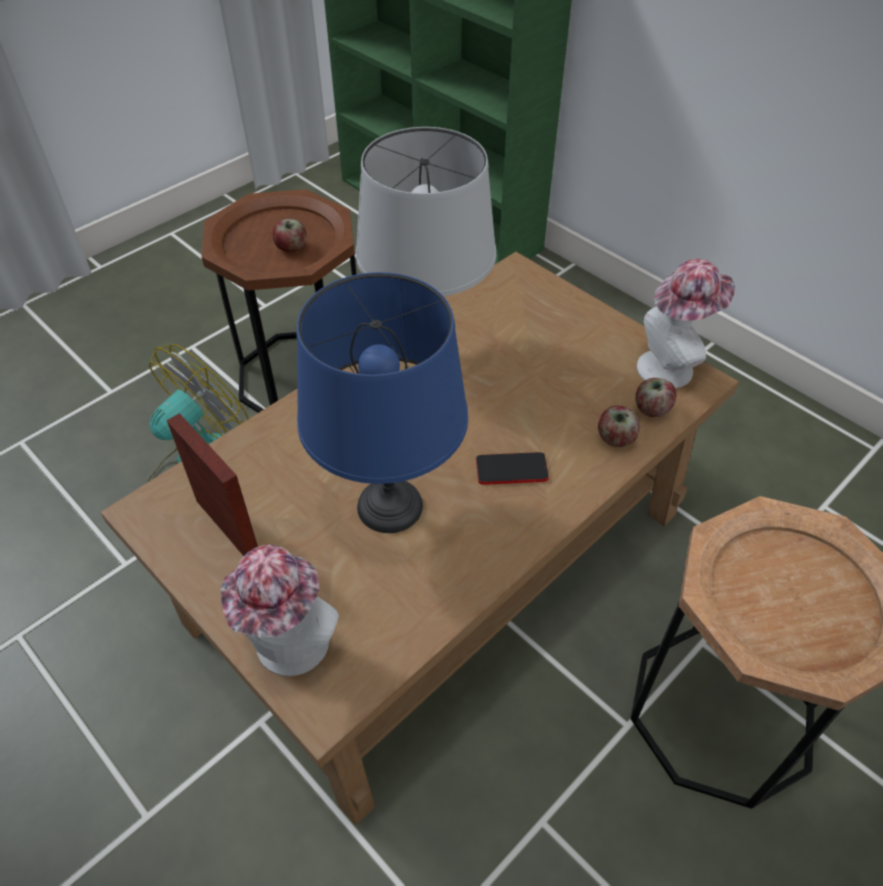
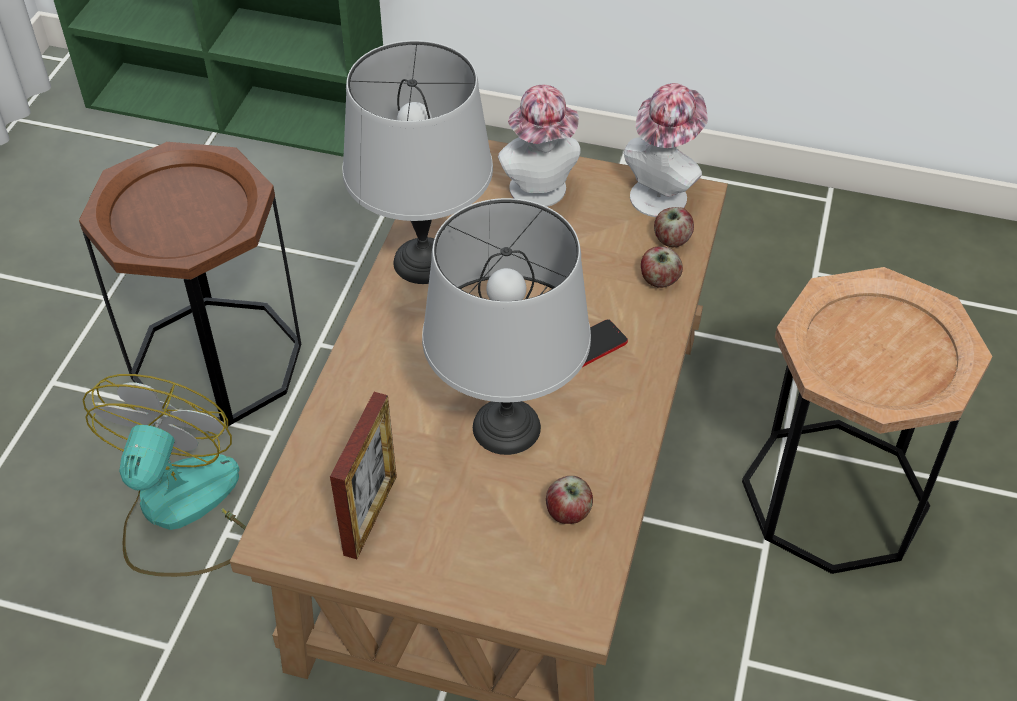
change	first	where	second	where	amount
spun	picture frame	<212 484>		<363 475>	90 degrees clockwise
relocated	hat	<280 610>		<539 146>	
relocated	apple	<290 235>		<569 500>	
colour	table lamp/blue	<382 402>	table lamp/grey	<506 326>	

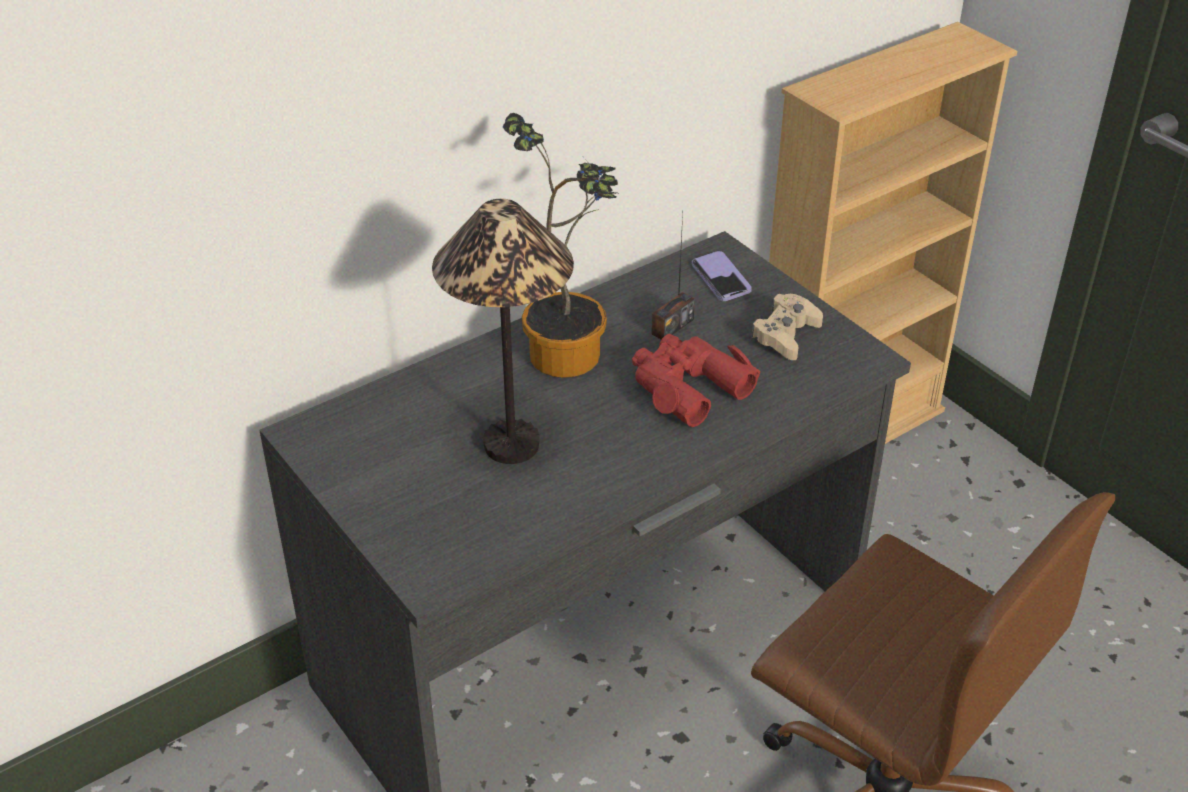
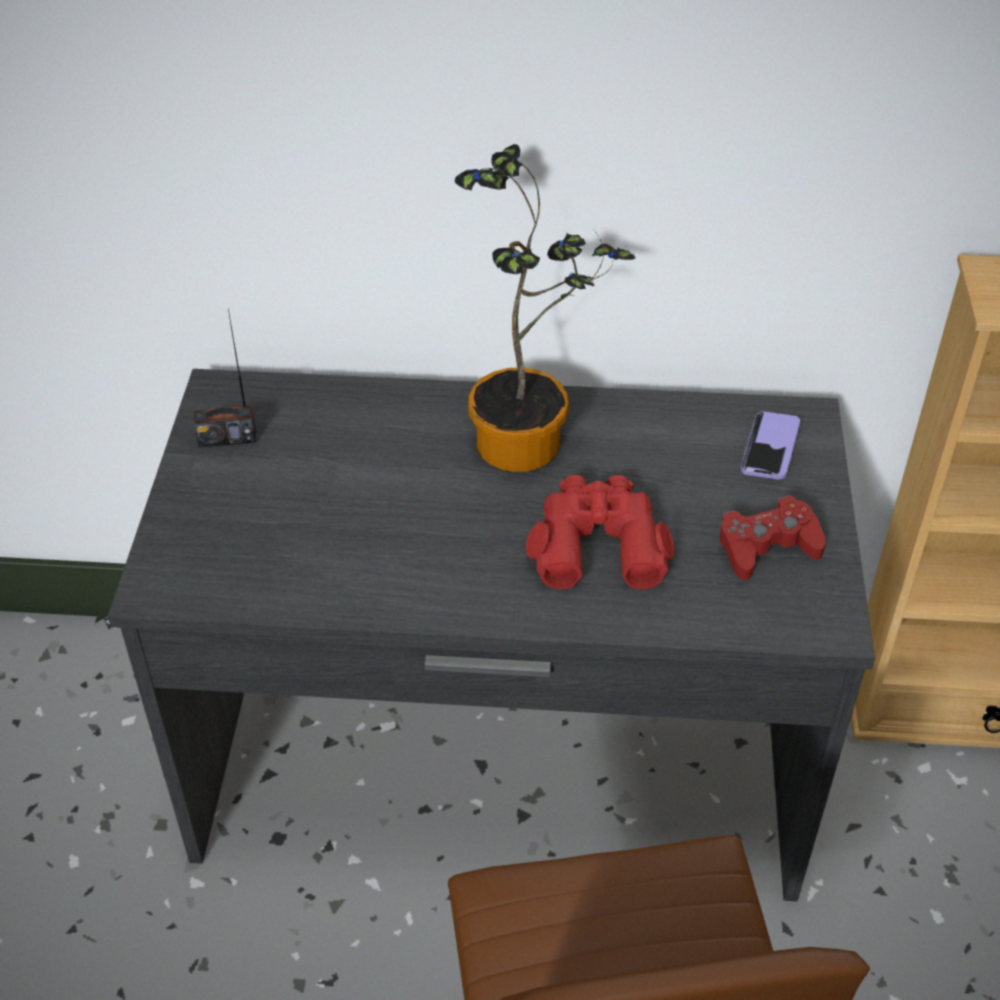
change	first	where	second	where	amount
missing	table lamp	<503 331>			
relocated	radio	<673 276>		<225 378>	
colour	game controller/beige	<787 327>	game controller/red	<773 537>	

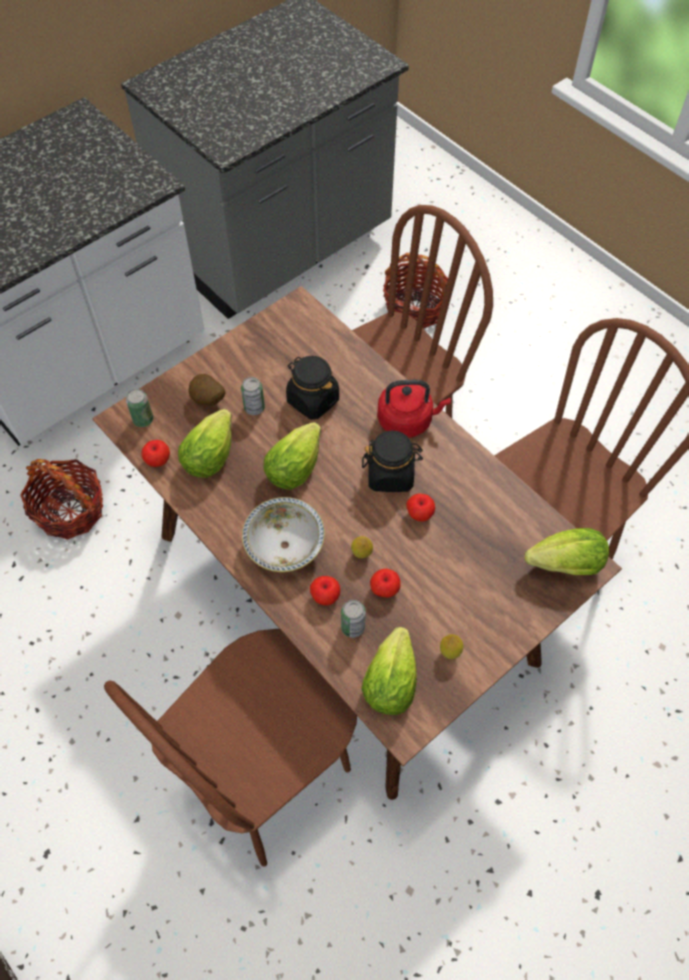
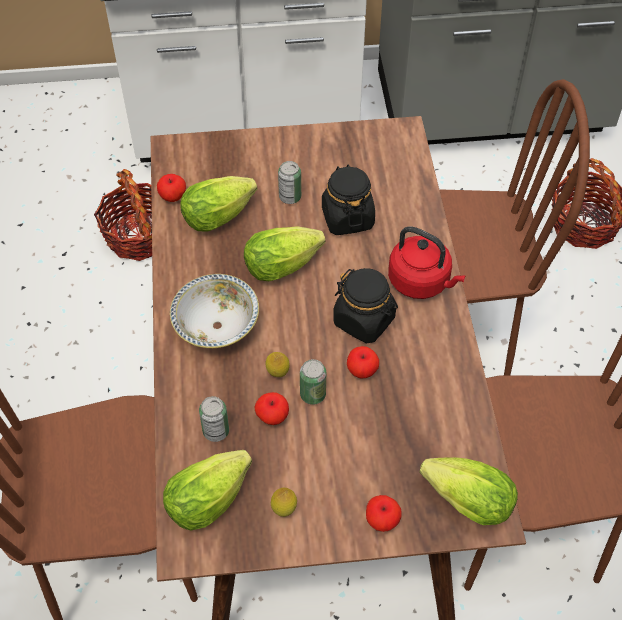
change	first	where	second	where	amount
relocated	can	<139 408>		<313 382>	
missing	potato	<206 390>			
relocated	apple	<325 590>		<383 513>	

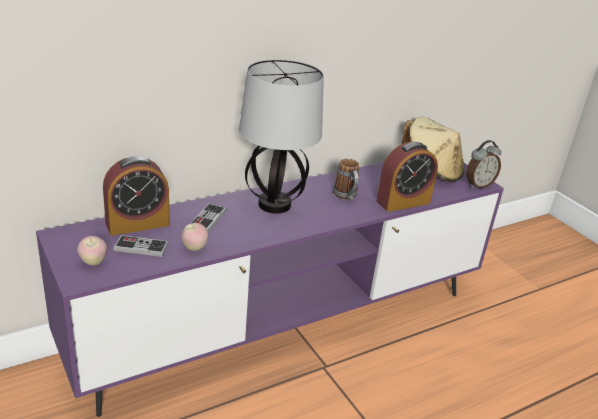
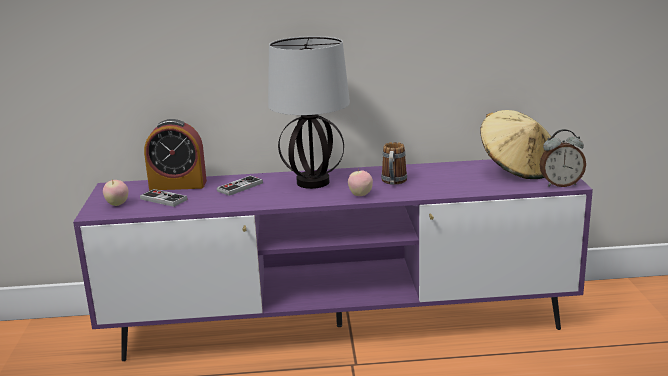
change	first	where	second	where	amount
relocated	apple	<194 236>		<360 182>	
missing	alarm clock	<407 177>			

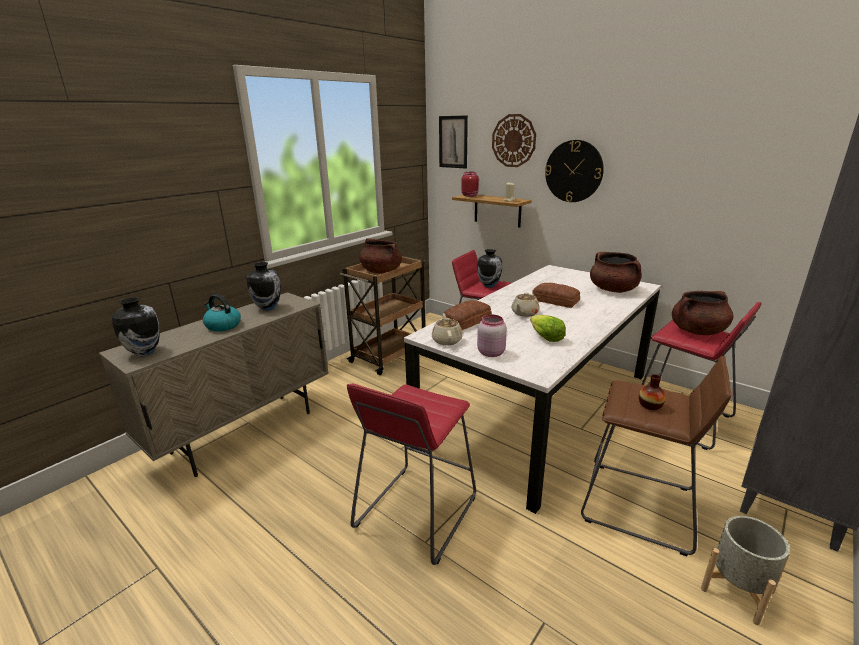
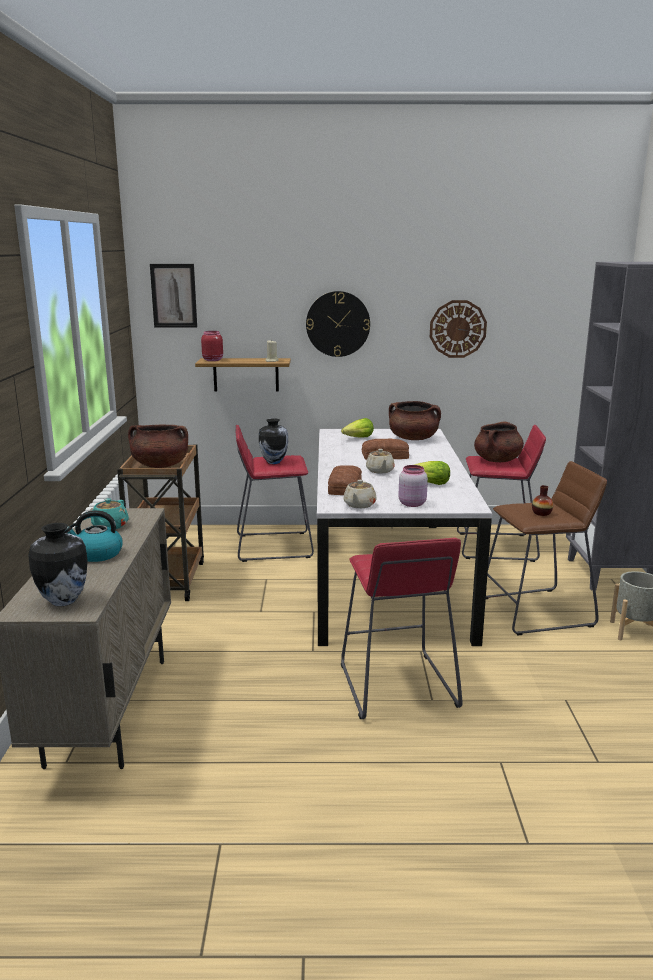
change	first	where	second	where	amount
exchanged	vase	<263 286>	teapot/turquoise	<110 513>	
spun	teapot/beige	<447 329>		<359 494>	120 degrees counterclockwise
relocated	wall clock	<514 140>		<458 329>	
appeared			lettuce	<357 427>	

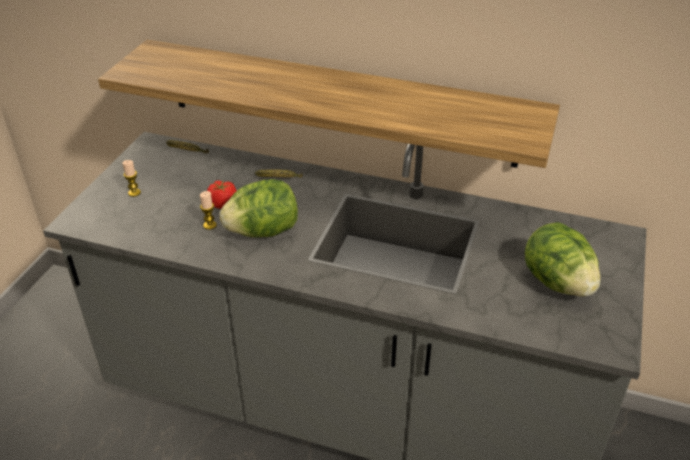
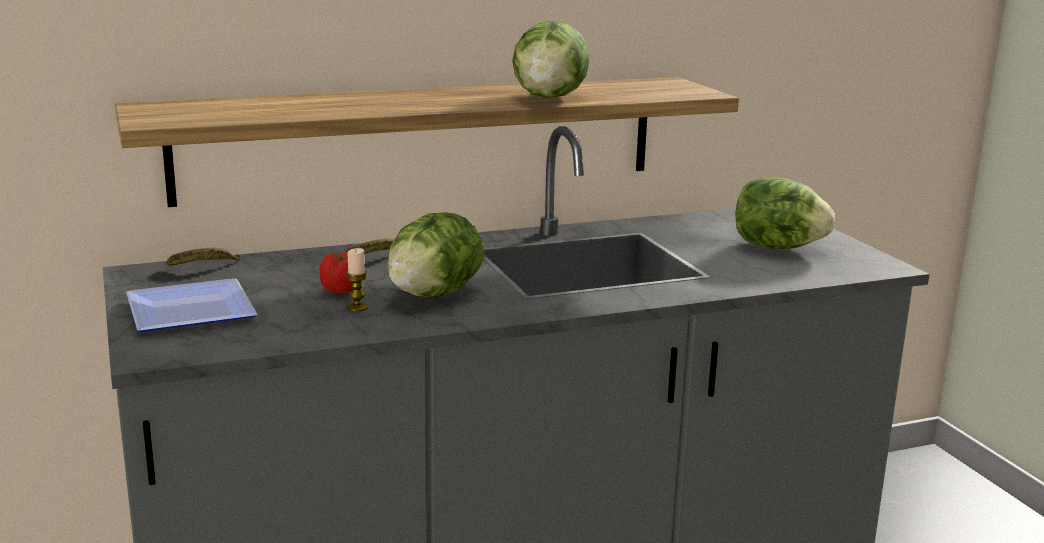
change	first	where	second	where	amount
exchanged	candle	<131 178>	plate	<191 305>	
appeared			lettuce	<551 59>	

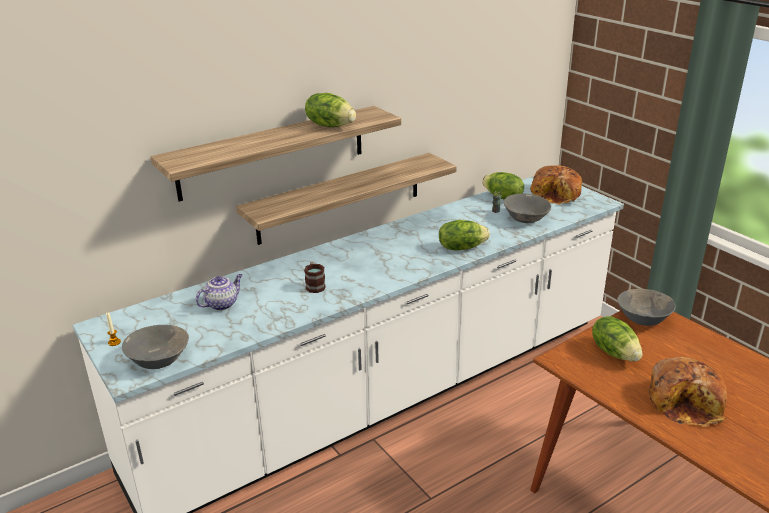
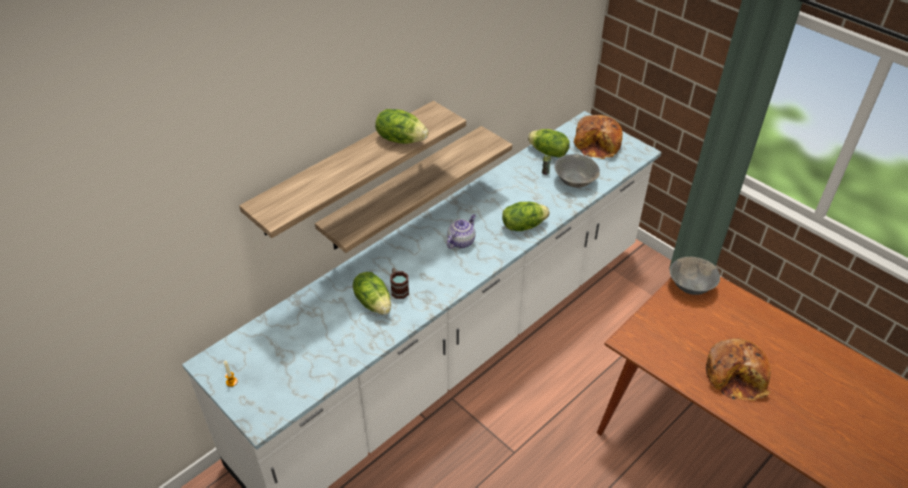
change	first	where	second	where	amount
missing	bowl/grey	<155 347>			
relocated	teapot	<219 292>		<461 231>	
relocated	lettuce	<617 338>		<372 293>	

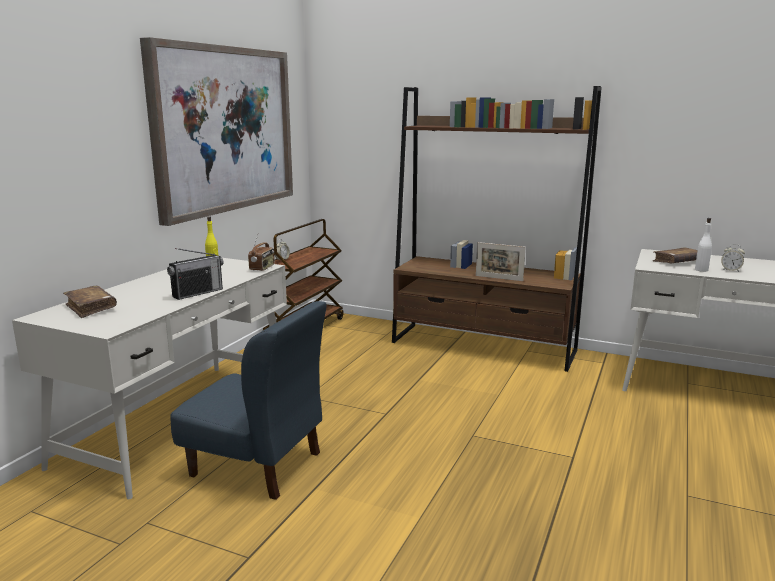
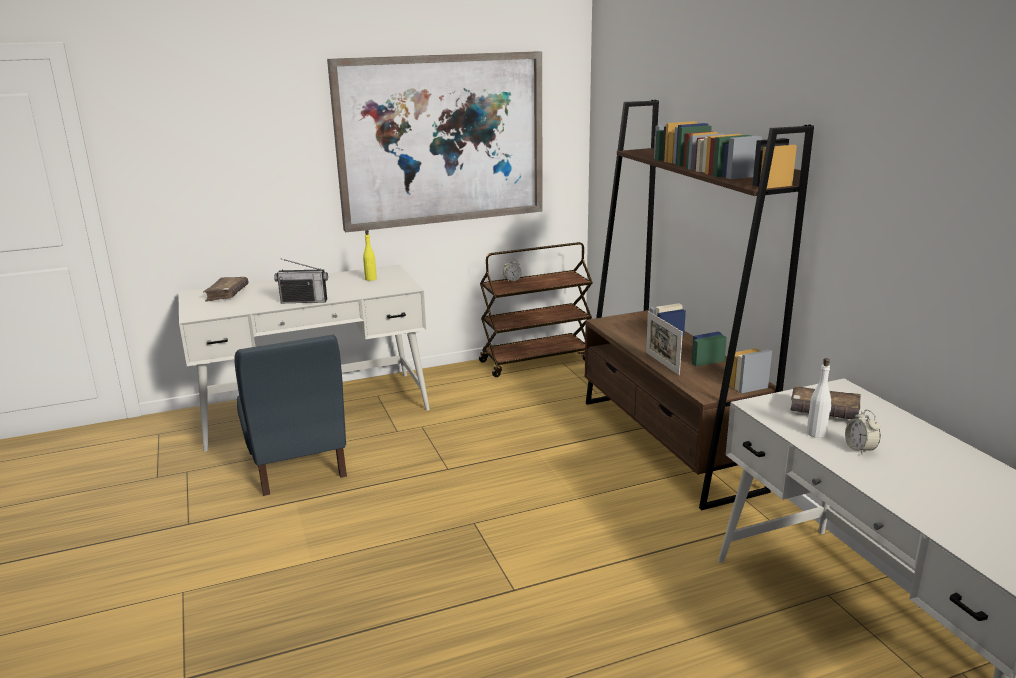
change	first	where	second	where	amount
missing	radio	<261 253>			

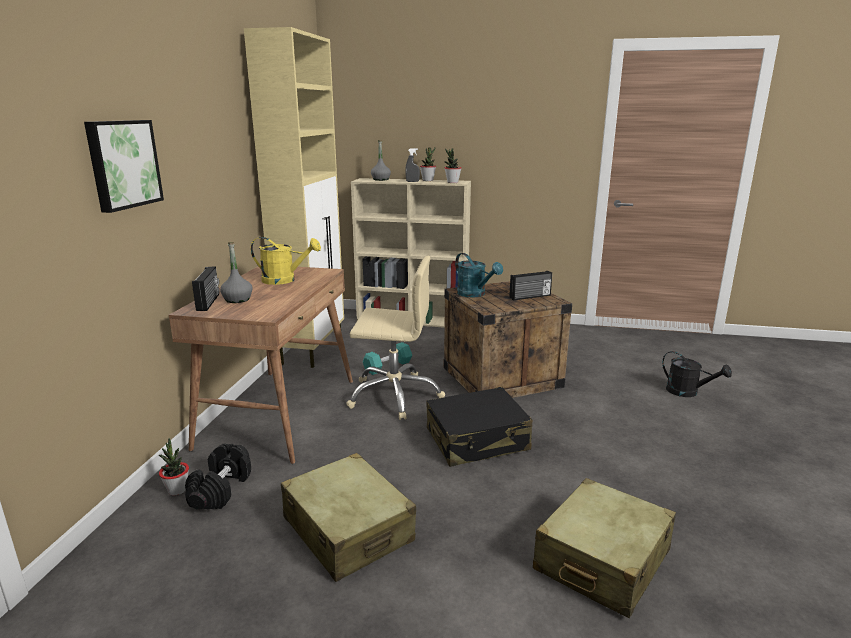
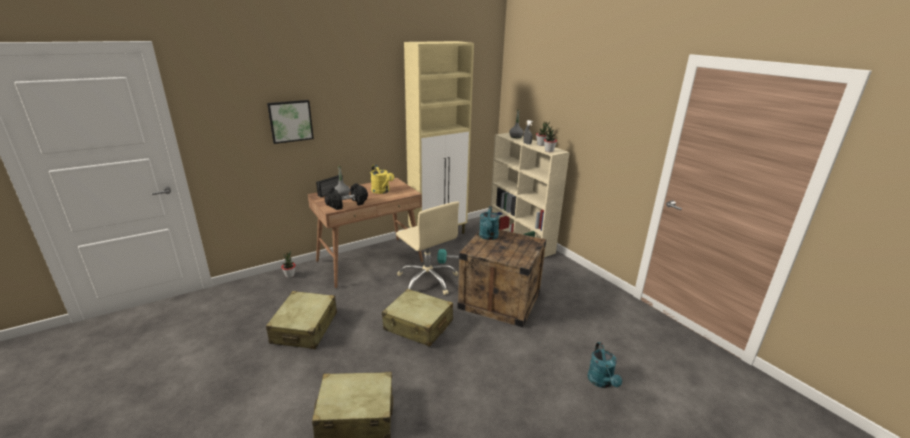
change	first	where	second	where	amount
relocated	dumbbell/black	<218 476>		<346 196>	
colour	suitcase/black	<479 427>	suitcase/beige	<417 318>	
missing	radio	<530 285>			
colour	watering can/black	<697 374>	watering can/turquoise	<605 365>	

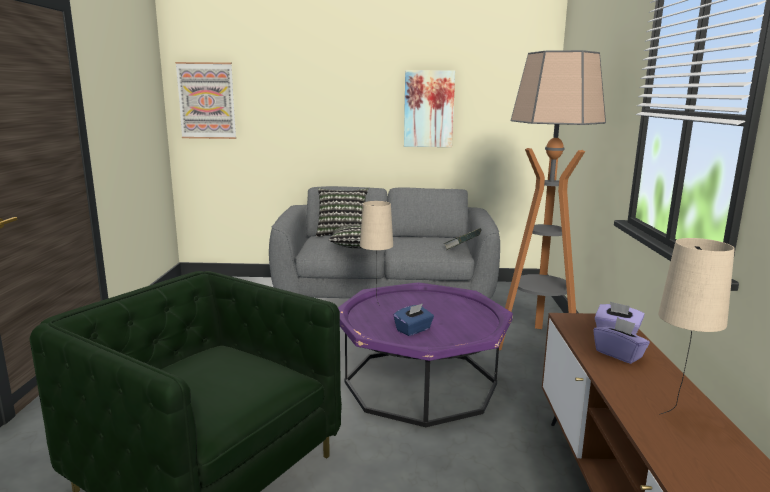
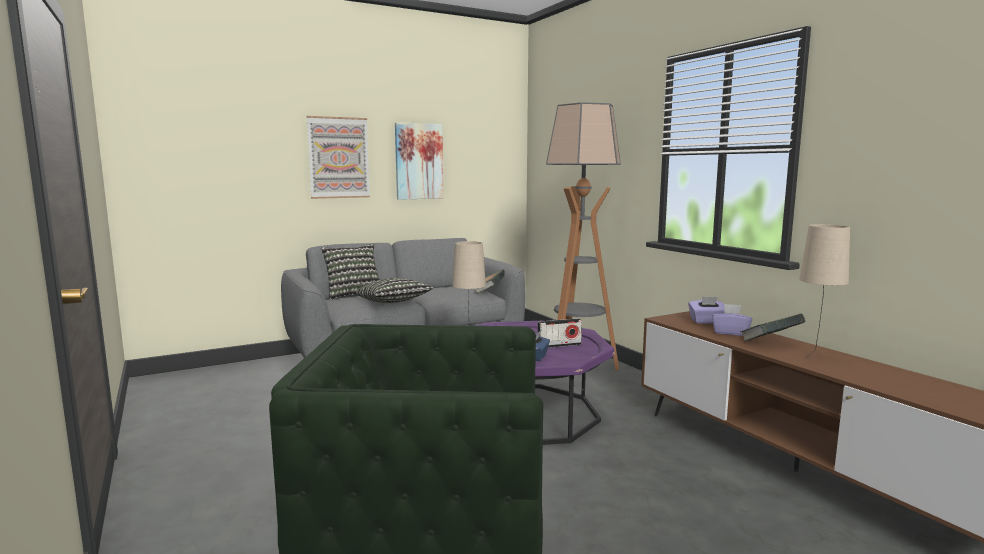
change	first	where	second	where	amount
relocated	picture	<205 100>		<338 157>	
appeared			radio	<559 333>	
appeared			book	<773 328>	

